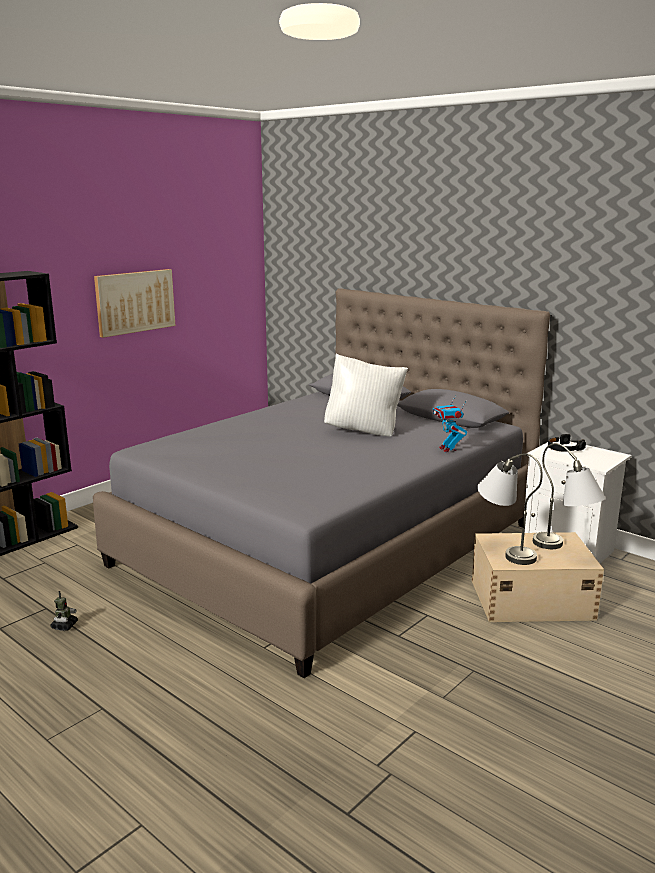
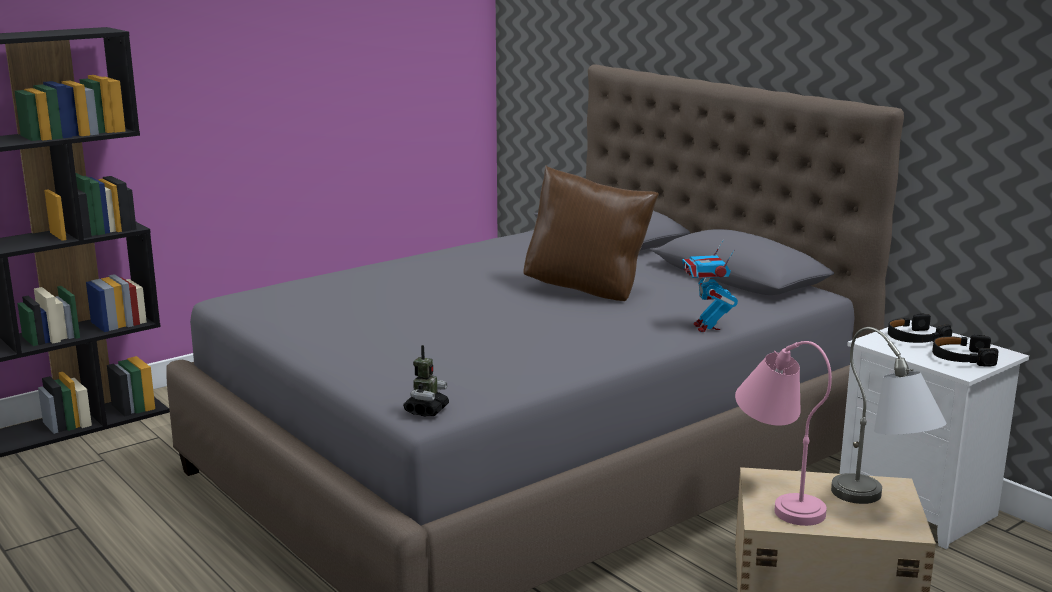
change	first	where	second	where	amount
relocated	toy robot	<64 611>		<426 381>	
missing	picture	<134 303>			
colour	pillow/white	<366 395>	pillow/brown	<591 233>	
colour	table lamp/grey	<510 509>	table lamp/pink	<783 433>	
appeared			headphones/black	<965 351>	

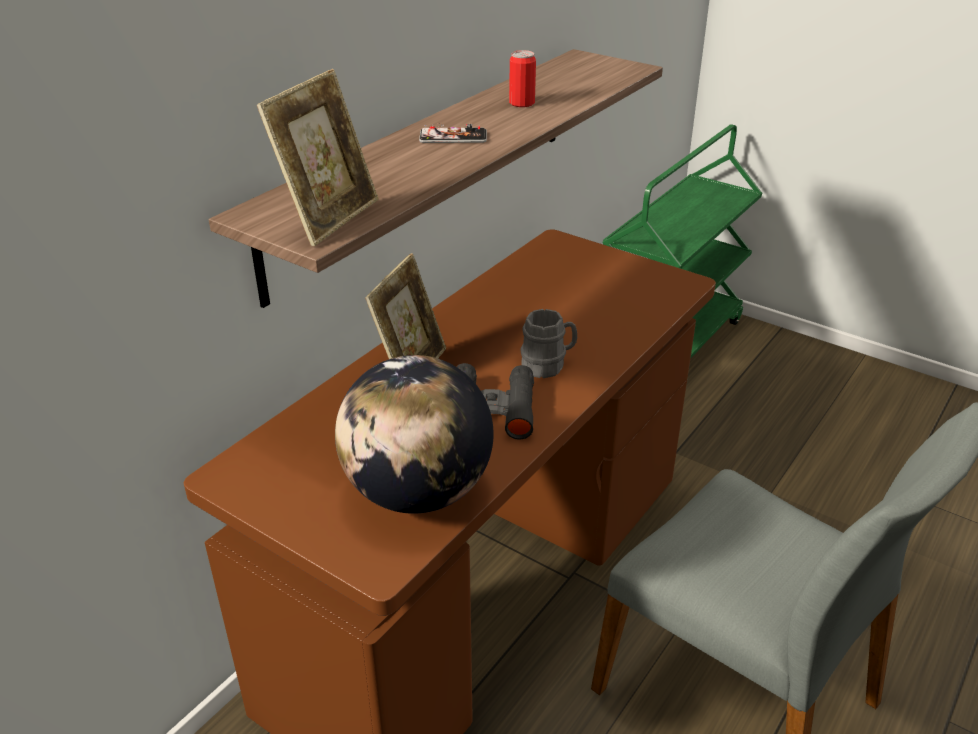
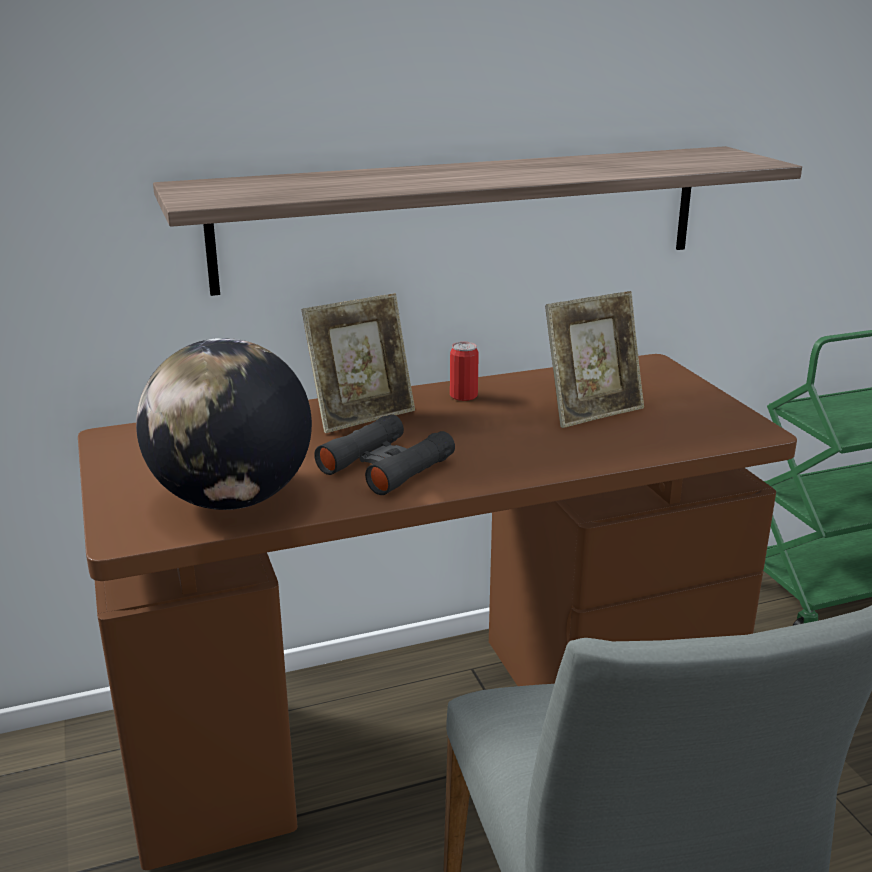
change	first	where	second	where	amount
relocated	picture frame	<317 157>		<594 359>	
missing	phone	<453 133>			
relocated	can	<522 78>		<464 371>	
missing	mug/grey	<548 343>			

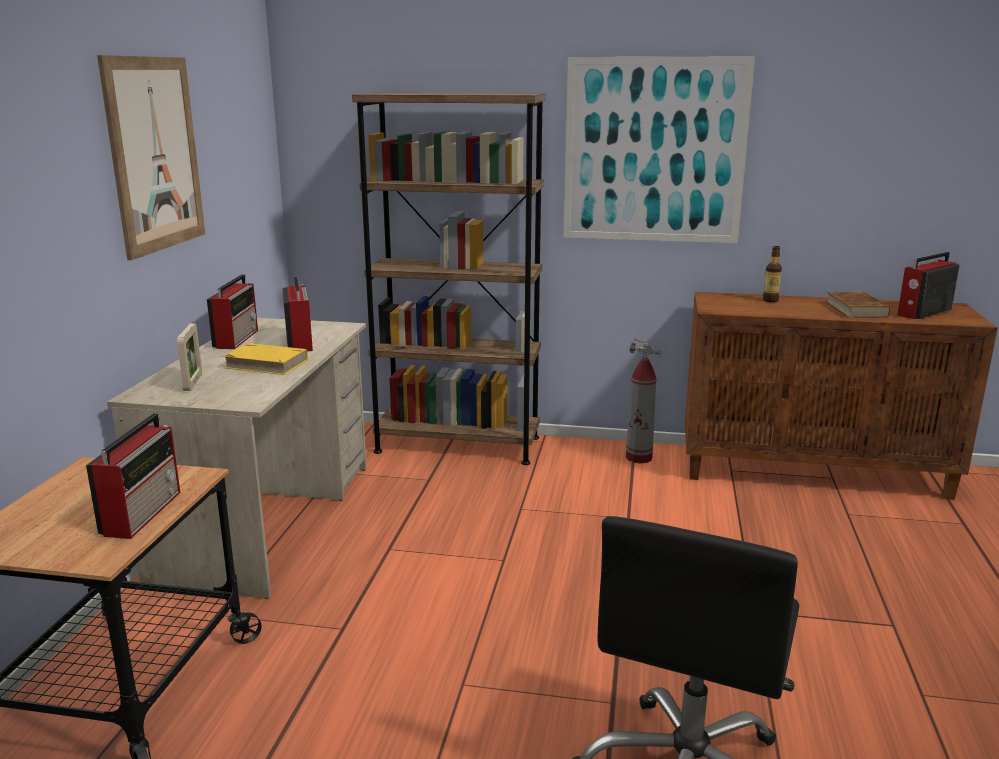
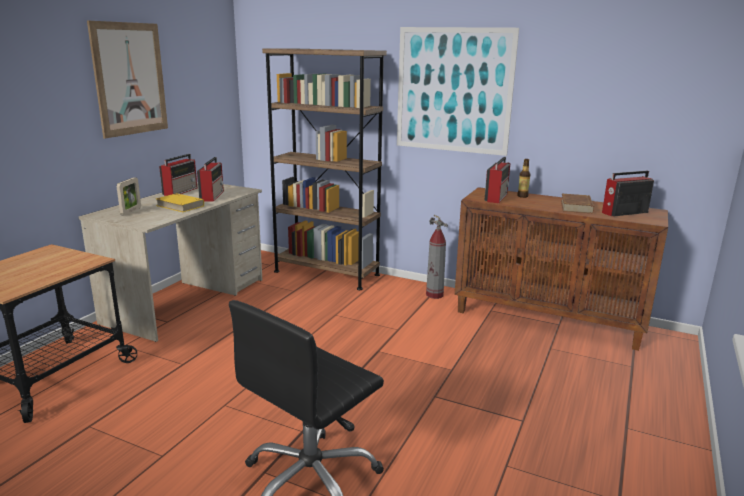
change	first	where	second	where	amount
relocated	radio	<133 476>		<497 180>	

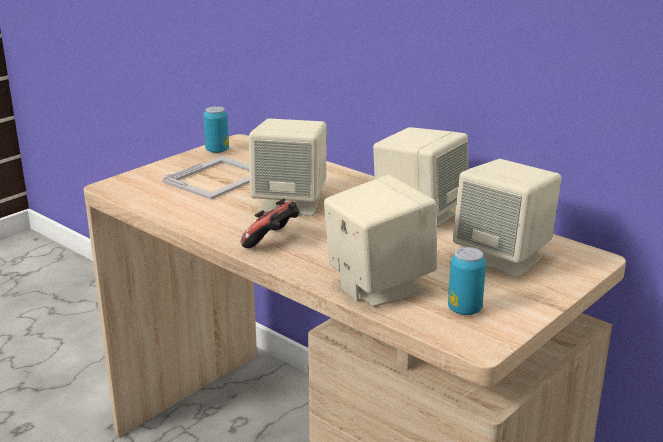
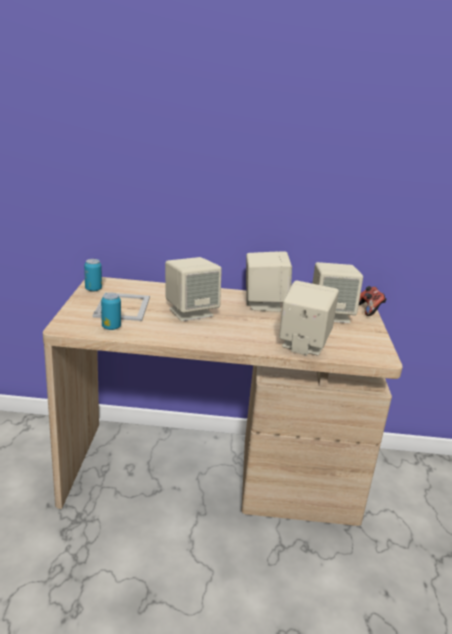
change	first	where	second	where	amount
relocated	game controller	<270 223>		<373 301>	
relocated	can	<467 281>		<111 311>	

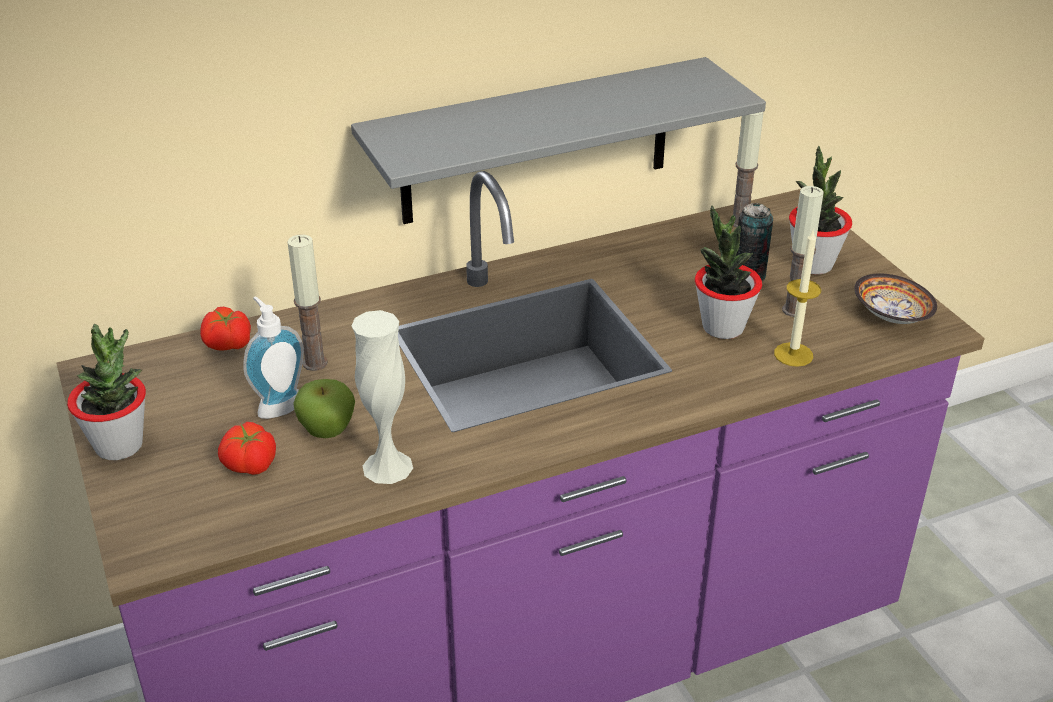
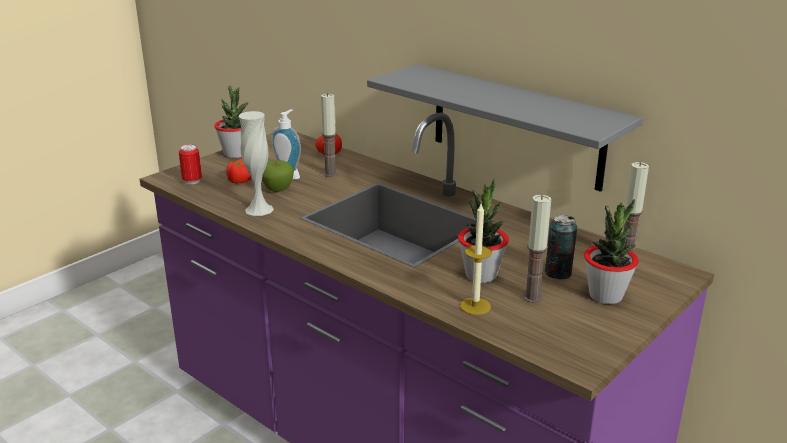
change	first	where	second	where	amount
missing	bowl	<895 298>			
appeared			can	<190 164>	

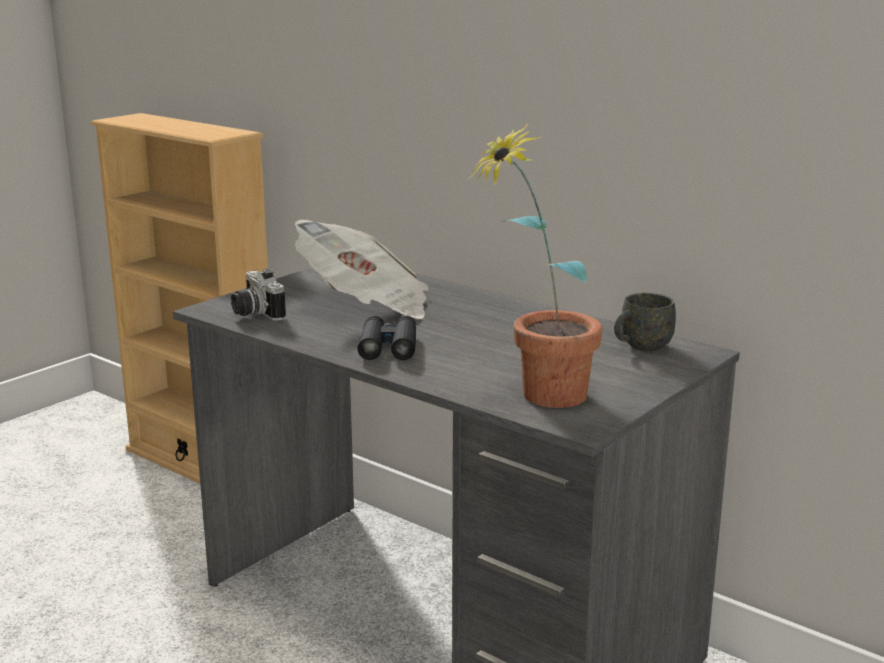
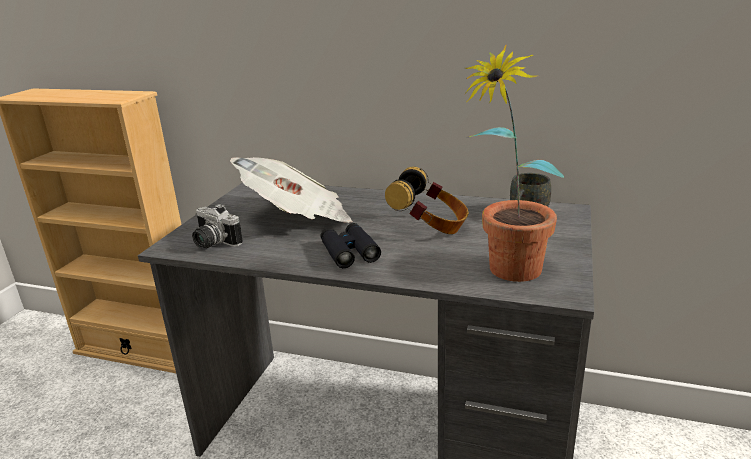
change	first	where	second	where	amount
appeared			headphones	<426 200>	

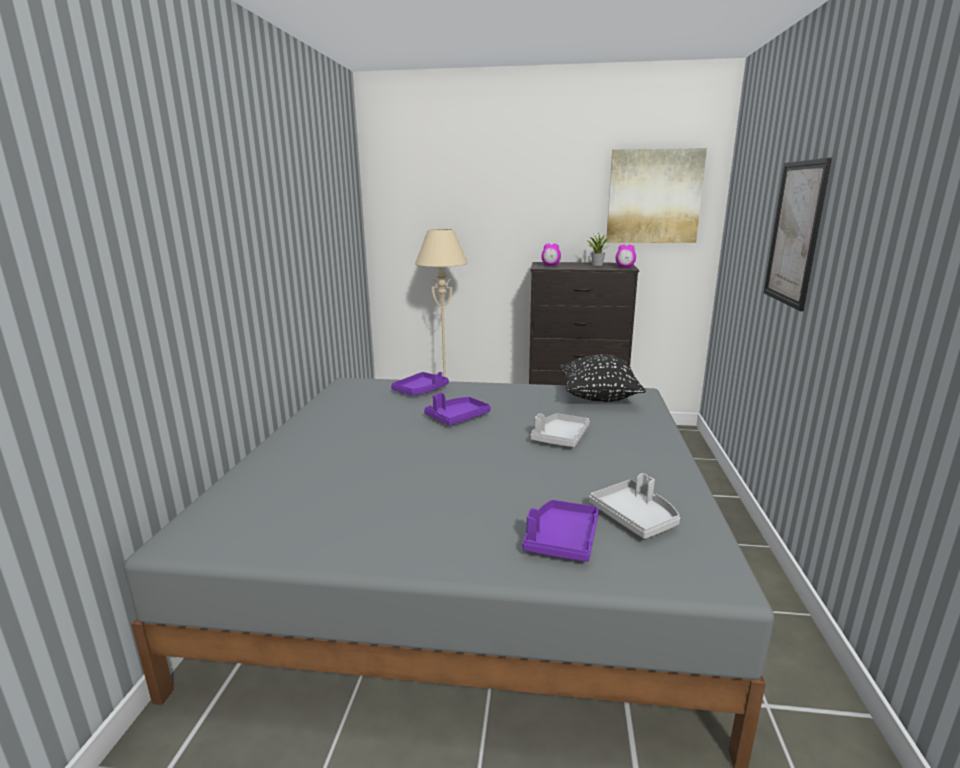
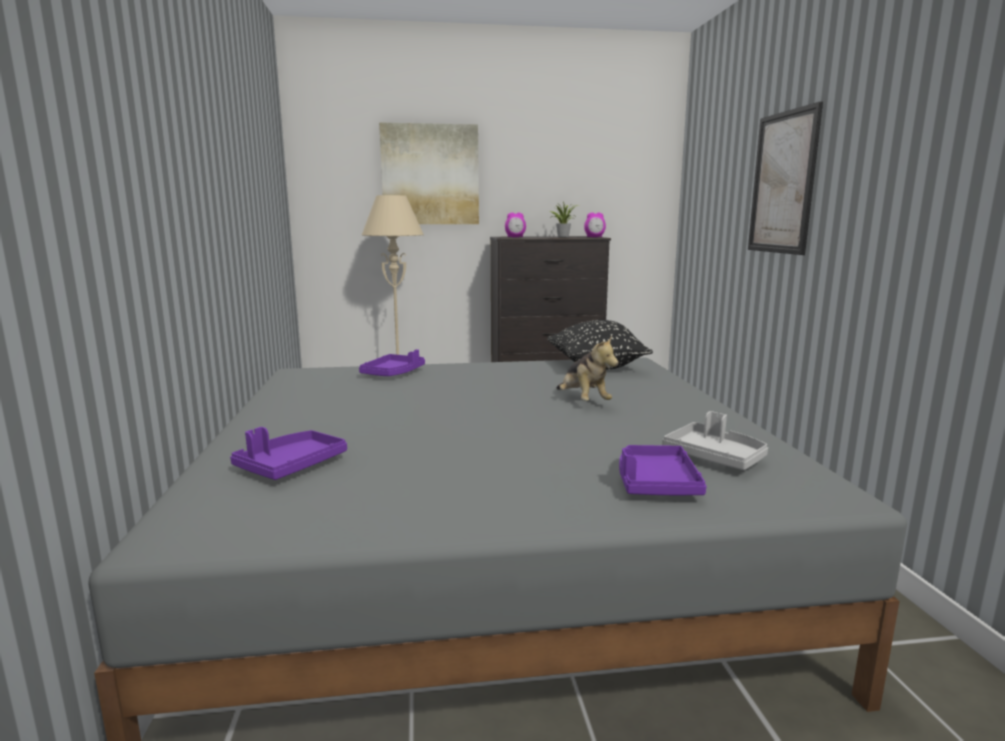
change	first	where	second	where	amount
relocated	tray/purple	<457 409>		<288 453>	
exchanged	tray/grey	<560 430>	plush toy	<587 368>	
relocated	picture	<656 195>		<429 173>	

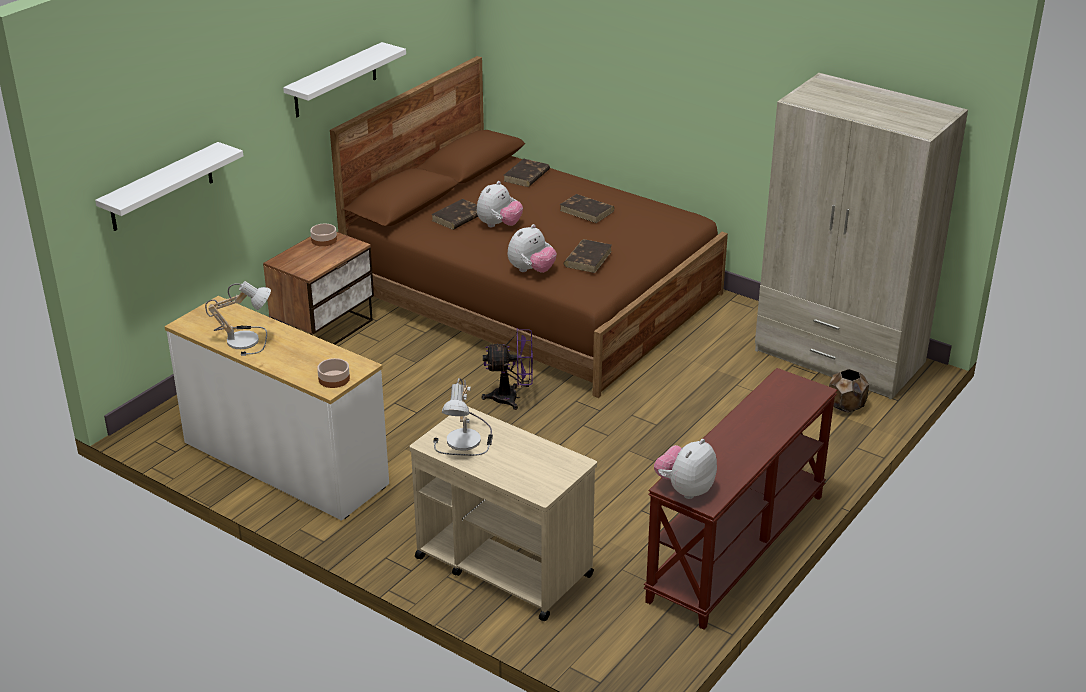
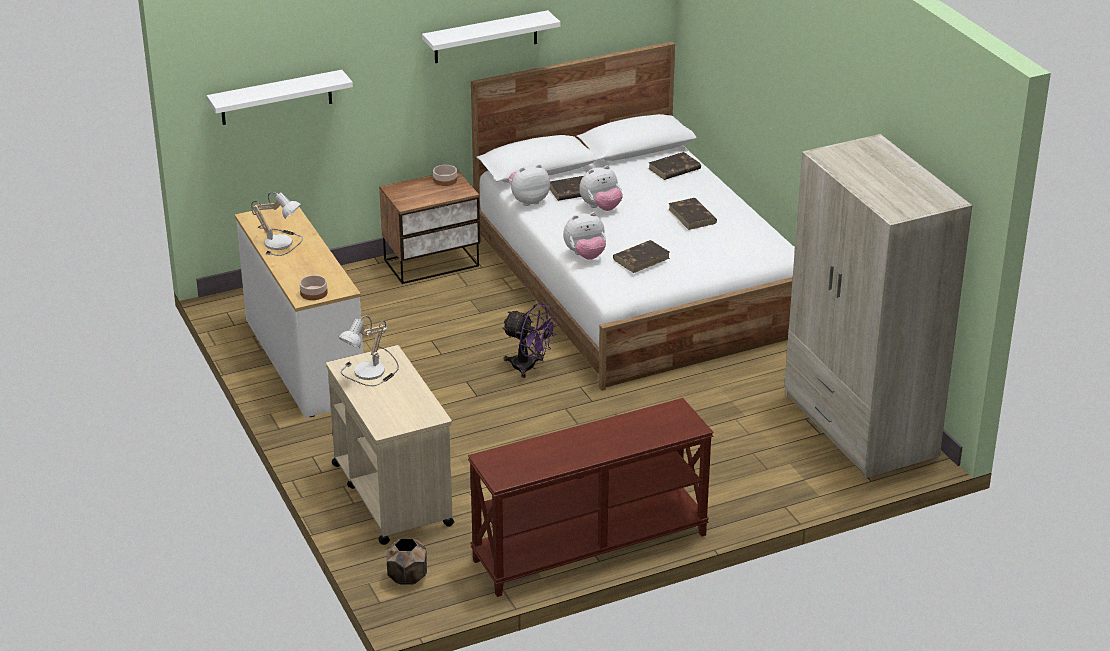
change	first	where	second	where	amount
colour	bed/brown	<529 227>	bed/white	<633 216>	
relocated	plush toy	<685 469>		<529 185>	
relocated	planter/brown	<849 391>		<407 561>	

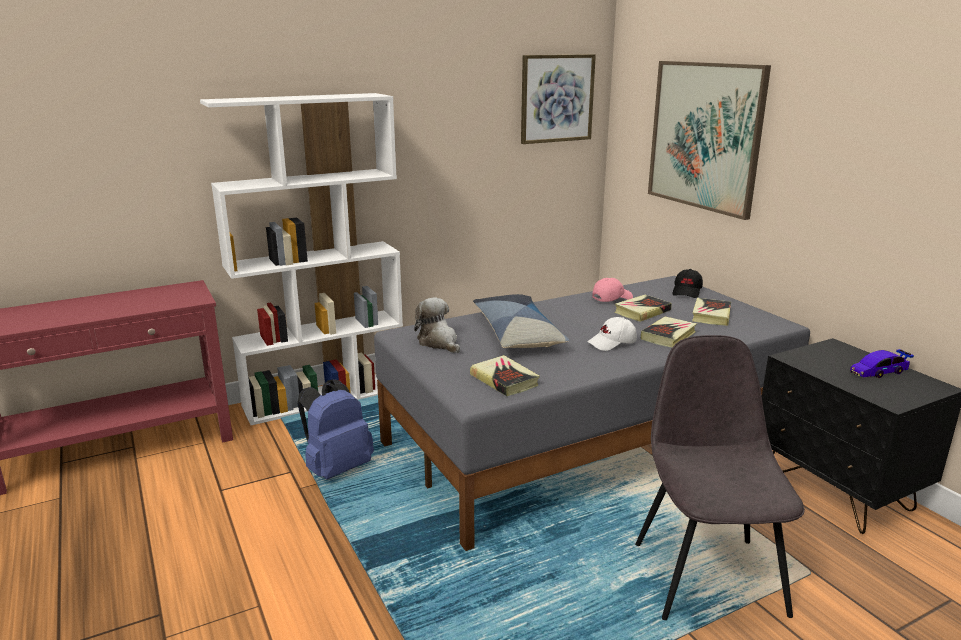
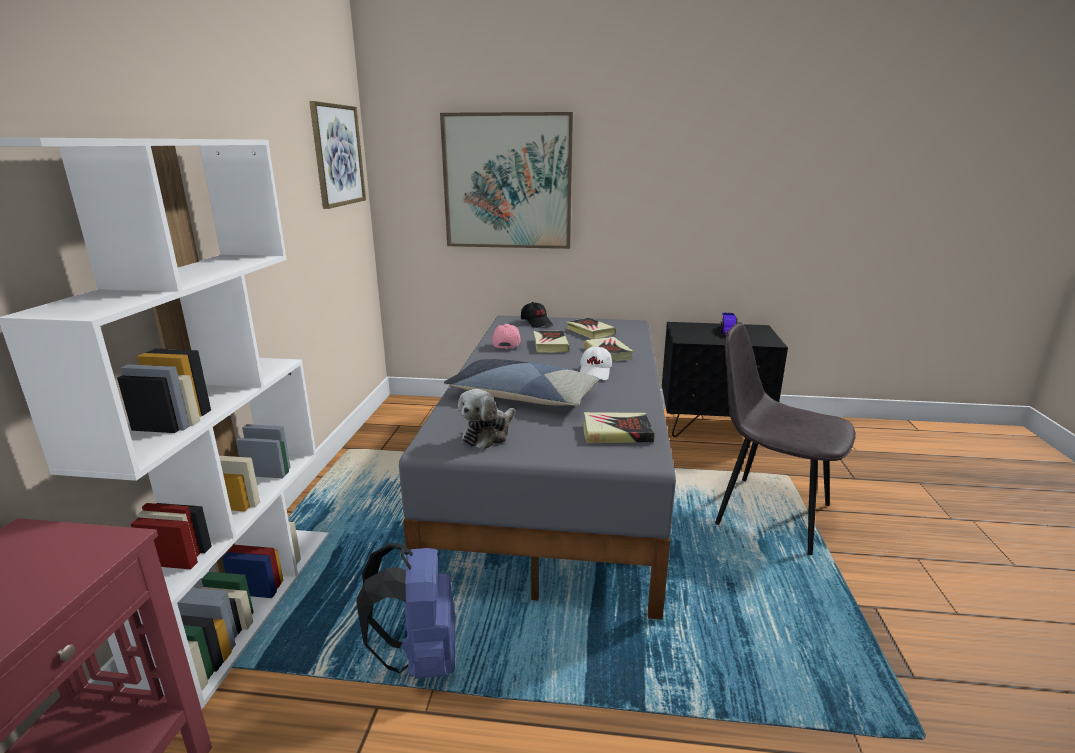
change	first	where	second	where	amount
spun	plush toy	<437 325>		<486 419>	60 degrees counterclockwise

